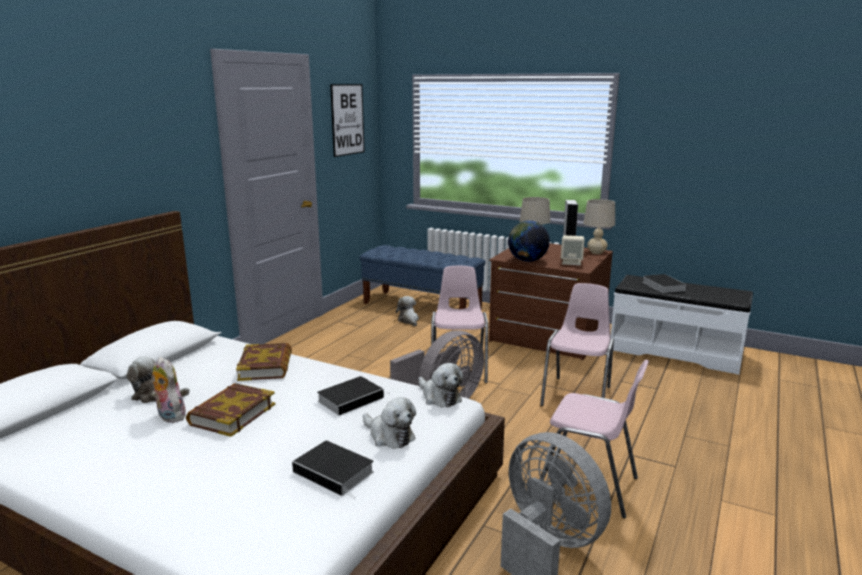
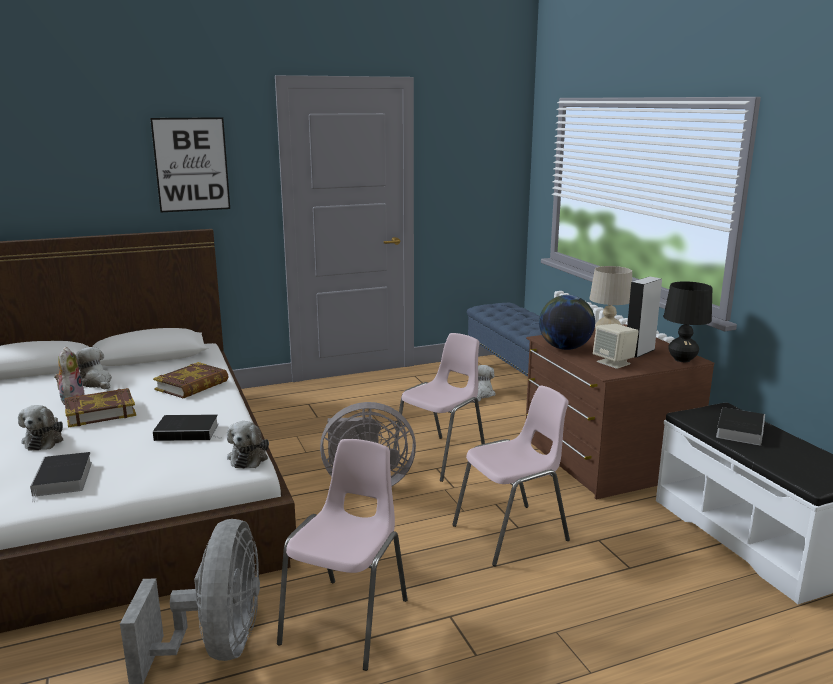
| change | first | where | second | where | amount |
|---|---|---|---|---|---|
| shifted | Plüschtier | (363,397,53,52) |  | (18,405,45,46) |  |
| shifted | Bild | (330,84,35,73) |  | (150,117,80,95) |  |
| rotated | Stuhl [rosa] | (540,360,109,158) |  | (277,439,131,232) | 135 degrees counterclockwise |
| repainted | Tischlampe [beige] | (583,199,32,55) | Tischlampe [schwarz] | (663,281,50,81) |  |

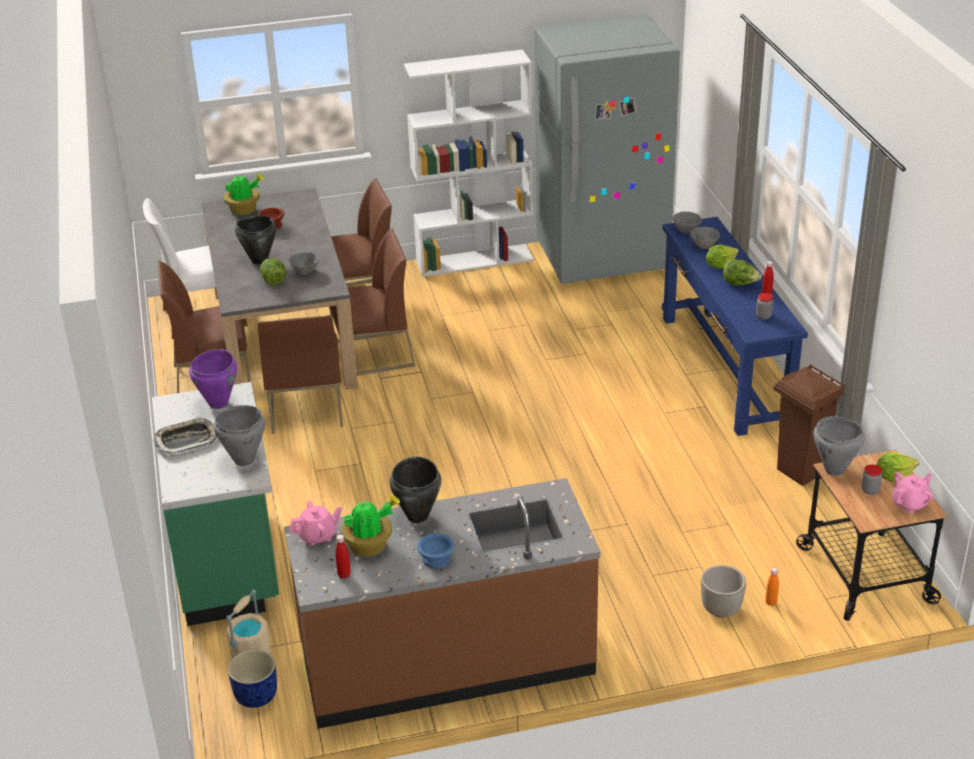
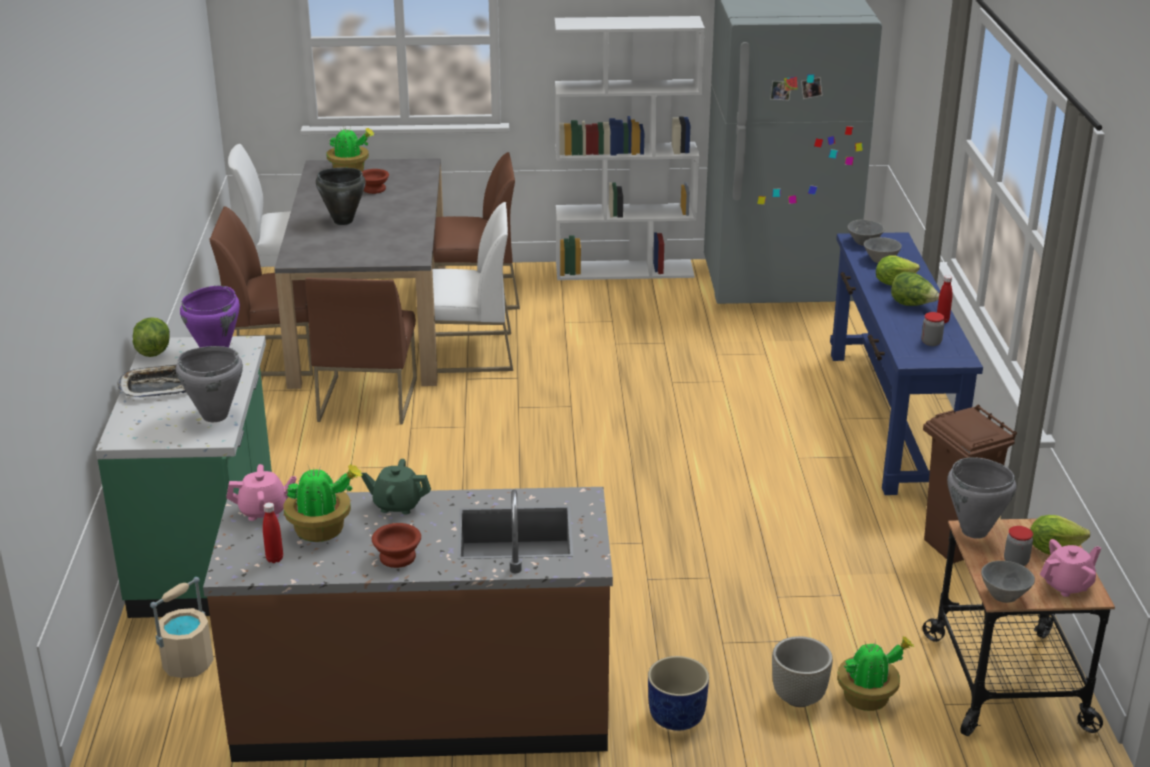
| change | first | where | second | where | amount |
|---|---|---|---|---|---|
| shifted | Salatkopf | (260,258,26,27) |  | (133,317,37,40) |  |
| swapped | Kochtopf [schwarz] | (389,457,52,66) | Teekanne [grün] | (361,459,70,56) |  |
| repainted | Schüssel [blau] | (417,533,37,35) | Schüssel [braun] | (372,523,49,45) |  |
| repainted | Stuhl [braun] | (329,229,86,147) | Stuhl [weiß] | (432,202,81,171) |  |
| shifted | Pflanzkübel [blau] | (228,650,49,58) |  | (648,656,61,75) |  |
| swapped | Flasche [orange] | (765,568,14,38) | Topfpflanze | (837,637,77,74) |  |
| shifted | Schüssel [grau] | (289,252,30,23) |  | (981,561,54,42) |  |

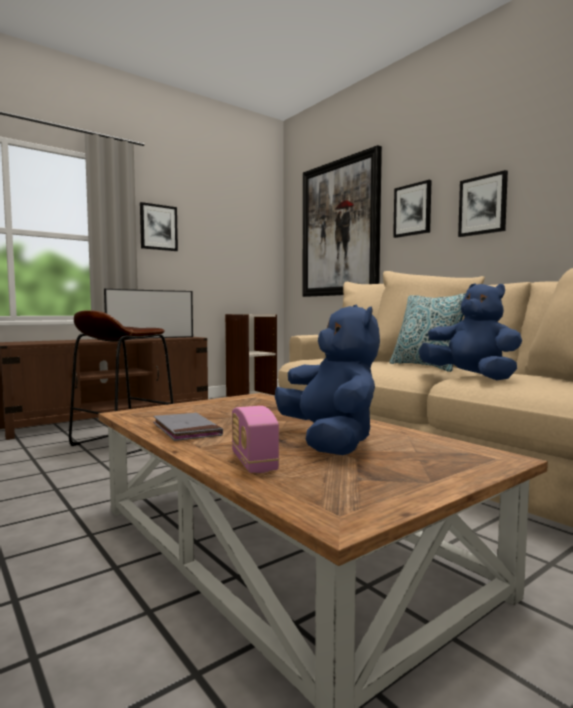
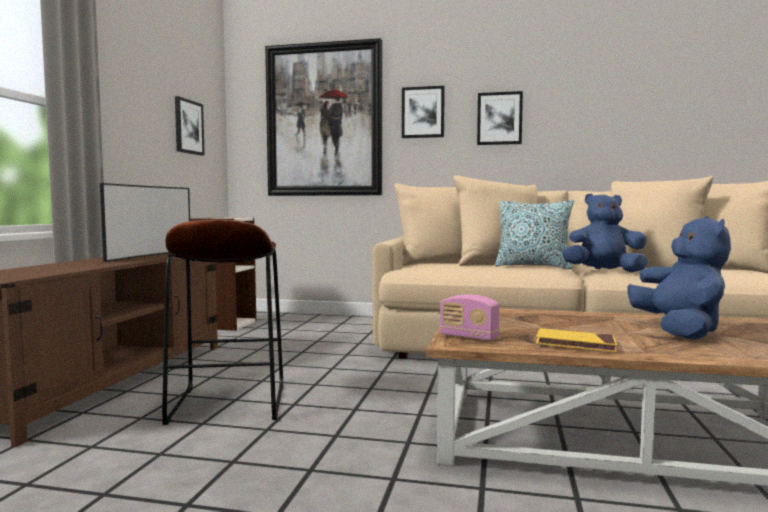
| change | first | where | second | where | amount |
|---|---|---|---|---|---|
| shifted | Bild | (140,202,38,49) |  | (175,96,30,60) |  |
| shifted | Radio | (232,406,47,67) |  | (440,294,59,47) |  |
| repainted | Buch [grau] | (153,413,70,28) | Buch [gelb] | (536,328,81,24) |  |
| rotated | Plüschtier [blau] | (275,304,105,151) |  | (627,216,104,123) | 60 degrees clockwise |

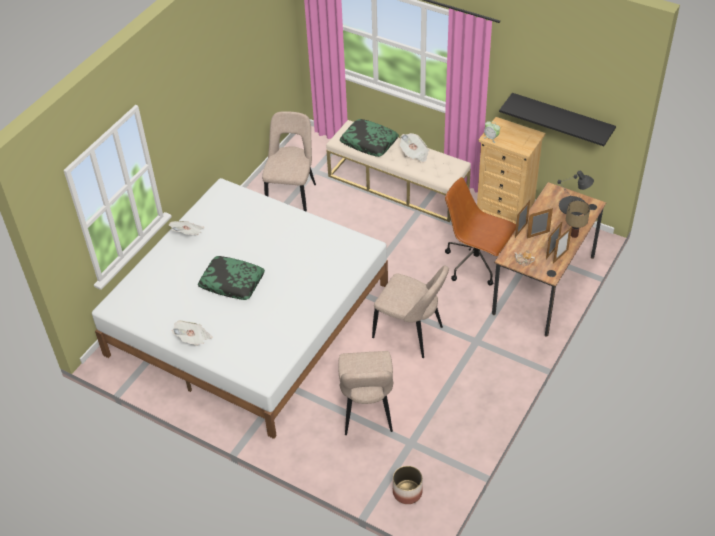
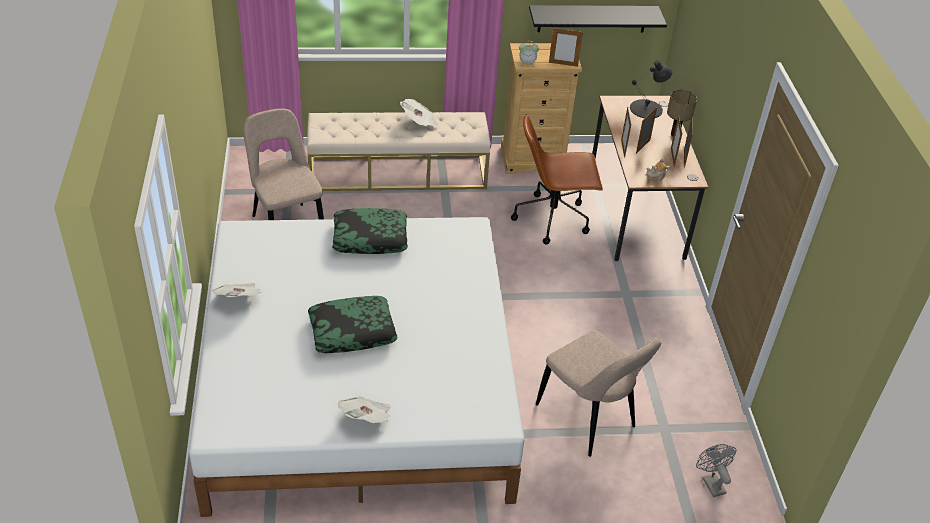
| change | first | where | second | where | amount |
|---|---|---|---|---|---|
| shifted | Kissen | (340,119,59,38) |  | (332,208,76,46) |  |
| new |  |  | Bilderrahmen | (549,28,34,39) |  |
| swapped | Pflanzkübel | (393,465,30,39) | Ventilator [grau] | (696,444,41,53) |  |
| gone | Stuhl [beige] | (372,266,77,92) |  |  |  |

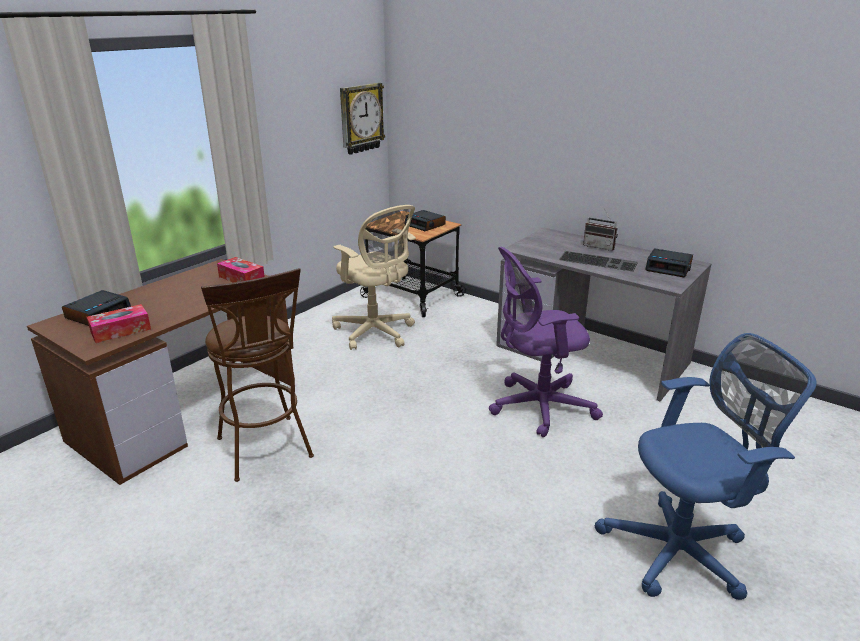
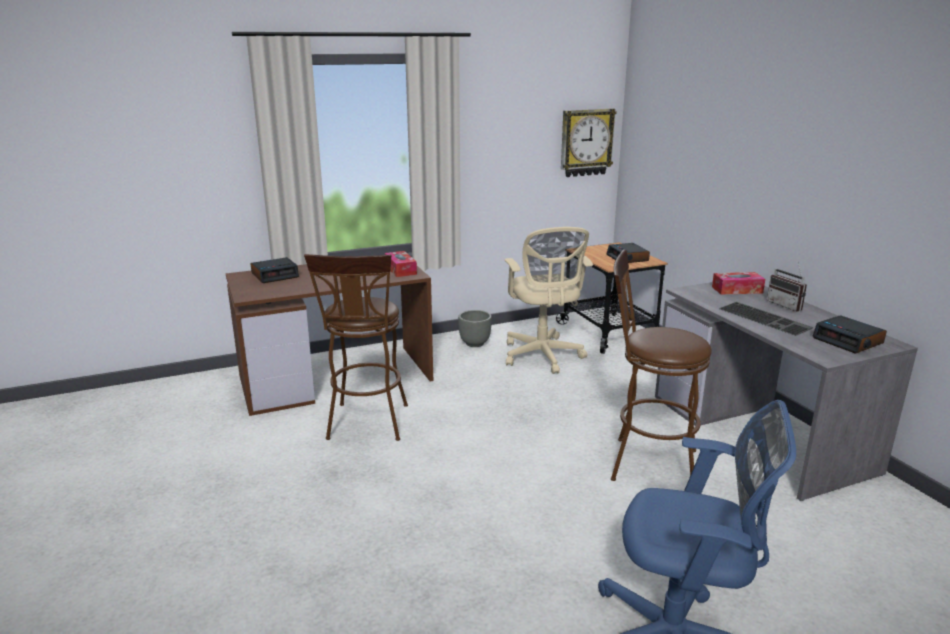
| change | first | where | second | where | amount |
|---|---|---|---|---|---|
| new |  |  | Pflanzkübel [grau] | (458,310,34,37) |  |
| swapped | Bürostuhl [lila] | (489,247,114,190) | Hocker [braun] | (611,250,101,231) |  |
| shifted | Taschentuchbox | (87,304,64,39) |  | (712,272,53,23) |  |

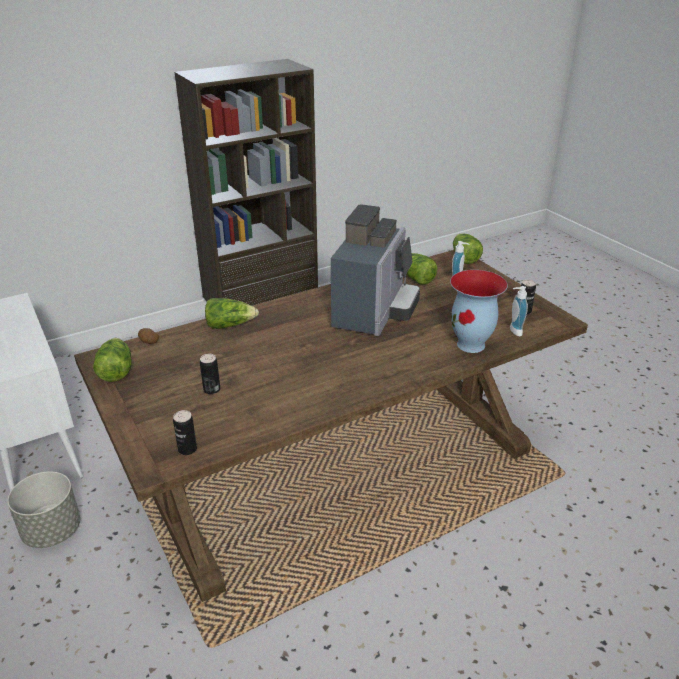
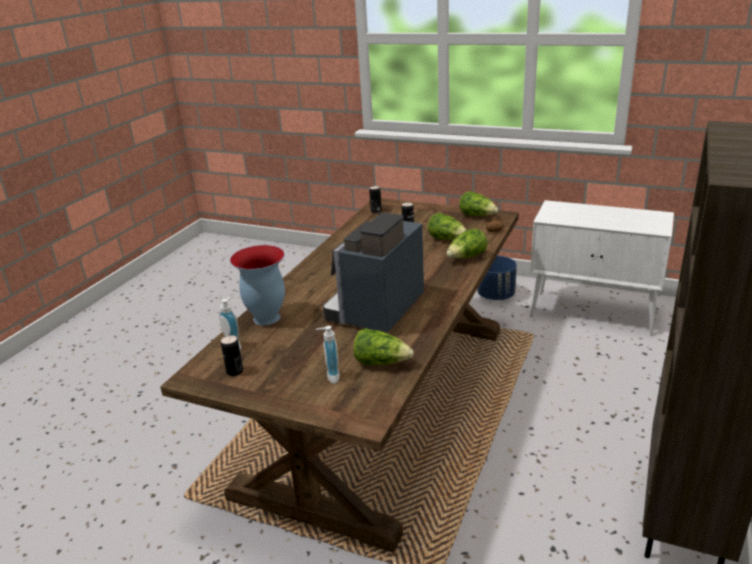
| change | first | where | second | where | amount |
|---|---|---|---|---|---|
| rotated | Kaffeemaschine | (331,204,89,132) |  | (323,212,101,121) | 45 degrees clockwise |
| shifted | Salatkopf | (453,234,30,30) |  | (428,213,39,27) |  |
| repainted | Pflanzkübel [grau] | (7,471,73,77) | Pflanzkübel [blau] | (477,256,40,44) |  |

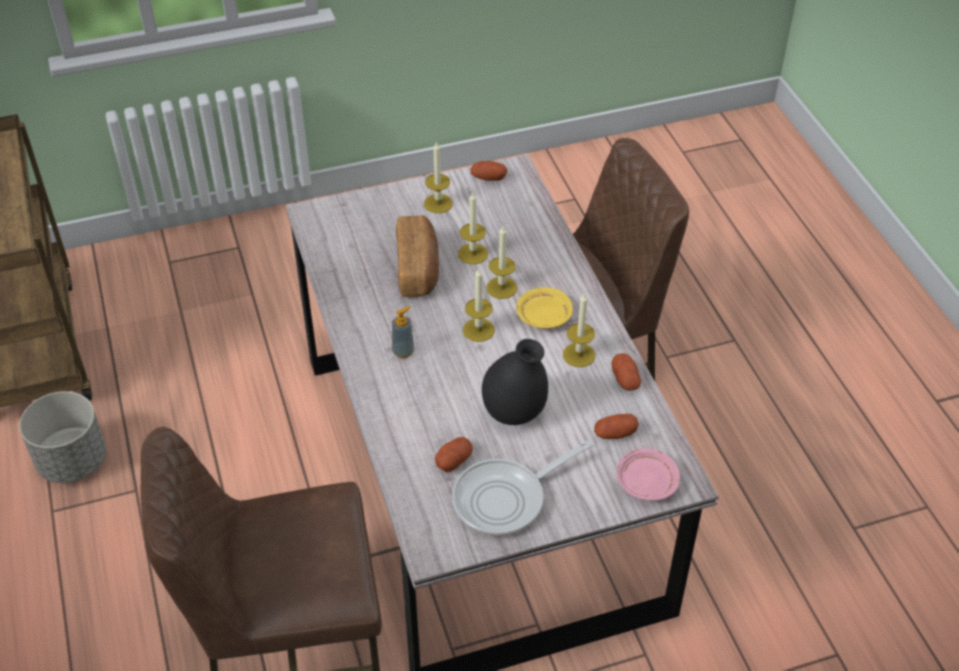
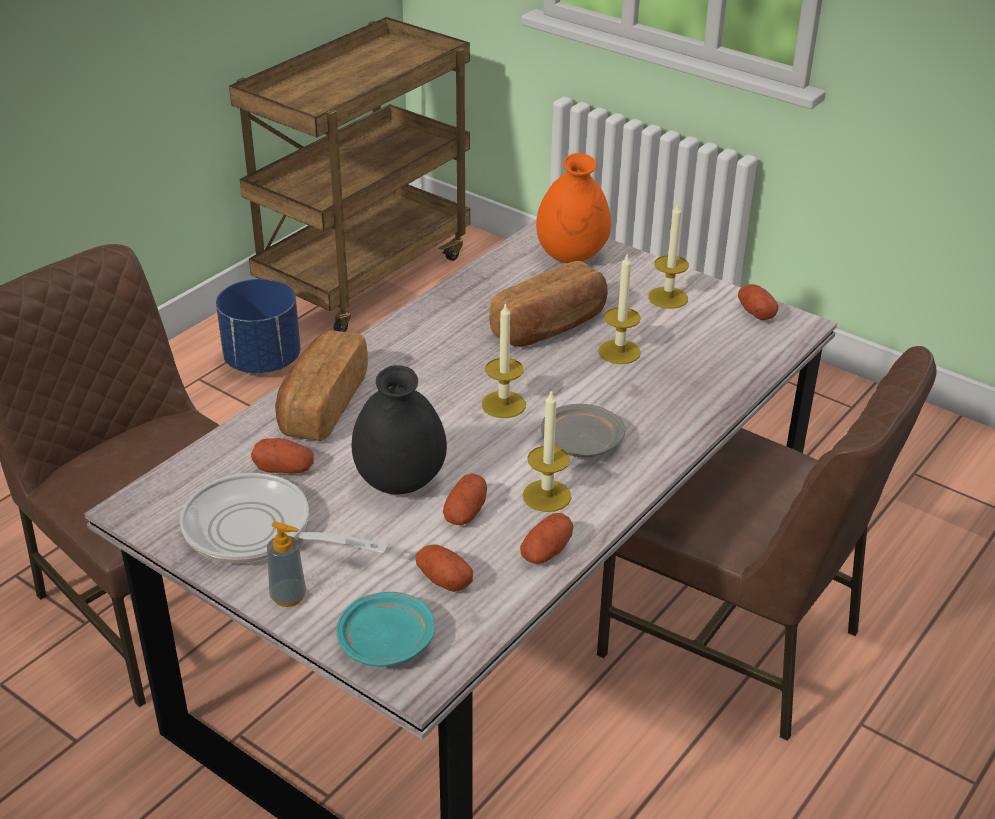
| change | first | where | second | where | amount |
|---|---|---|---|---|---|
| repainted | Pflanzkübel [grau] | (19,391,87,92) | Pflanzkübel [blau] | (216,279,85,94) |  |
| shifted | Seifenspender | (392,306,22,52) |  | (267,521,39,86) |  |
| new |  |  | Brot | (275,330,93,112) |  |
| repainted | Teller [rosa] | (617,448,63,53) | Teller [türkis] | (336,592,99,75) |  |
| new |  |  | Kartoffel | (443,473,44,52) |  |
| new |  |  | Vase [orange] | (536,153,75,110) |  |
| repainted | Teller [gelb] | (516,287,57,41) | Teller [grau] | (541,404,84,53) |  |
| gone | Kerze | (486,226,31,73) |  |  |  |

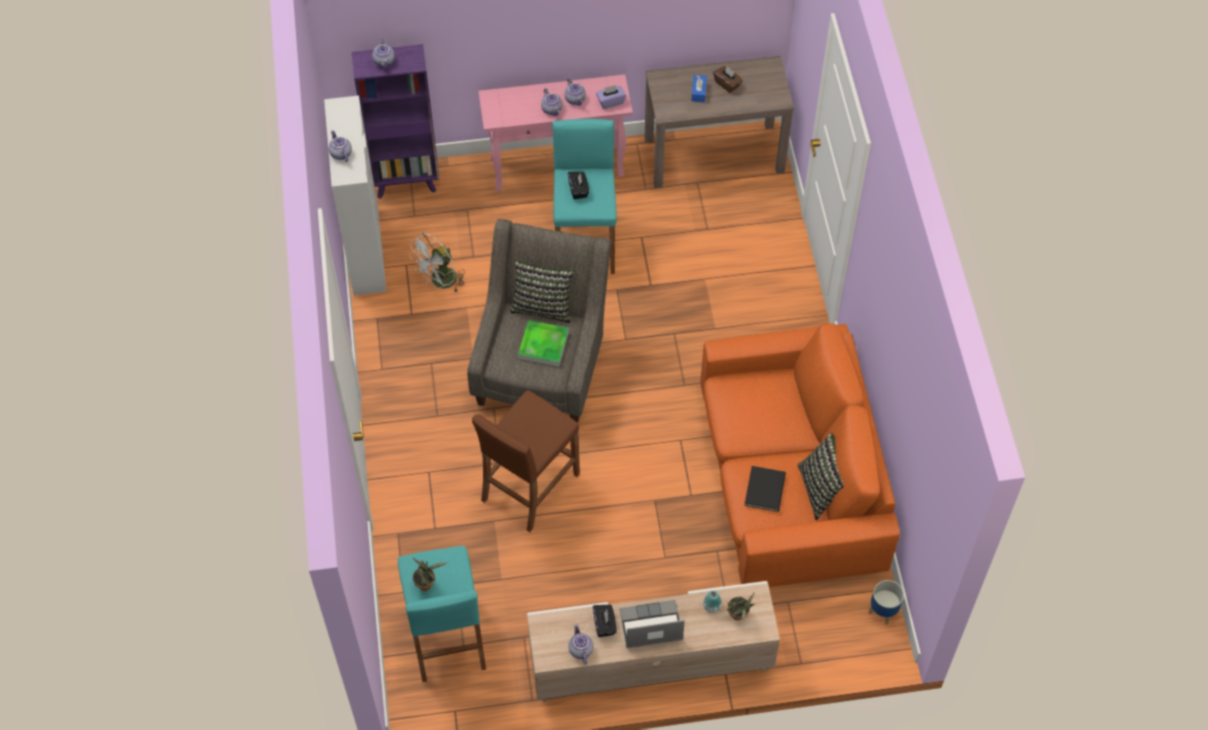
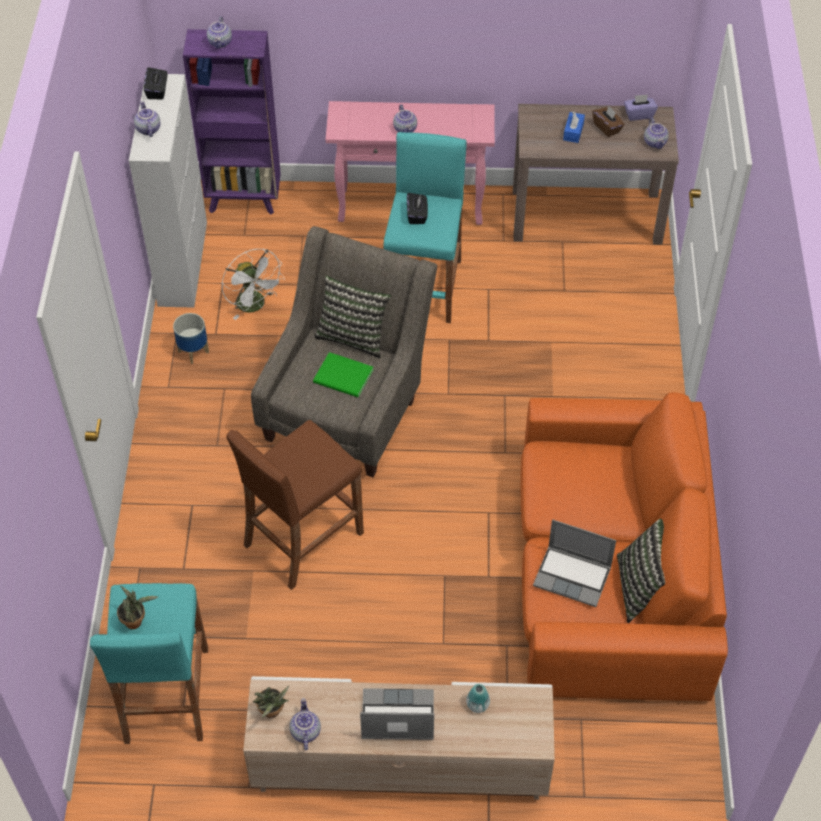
| change | first | where | second | where | amount |
|---|---|---|---|---|---|
| shifted | Taschentuchbox [schwarz] | (593,605,23,32) |  | (144,67,23,32) |  |
| shifted | Pflanzkübel | (869,580,35,45) |  | (173,313,36,51) |  |
| rotated | Ventilator [weiß] | (409,233,56,59) |  | (221,249,64,71) | 90 degrees counterclockwise |
| shifted | Topfpflanze | (727,593,28,28) |  | (253,685,36,33) |  |
| swapped | Tablett | (518,320,51,47) | Buch [grün] | (313,352,60,45) |  |
| swapped | Buch [schwarz] | (744,466,42,46) | Laptop | (533,519,83,88) |  |
| shifted | Taschentuchbox [lila] | (596,85,30,24) |  | (624,94,34,27) |  |
| shifted | Teekanne | (564,78,22,28) |  | (644,117,25,32) |  |

